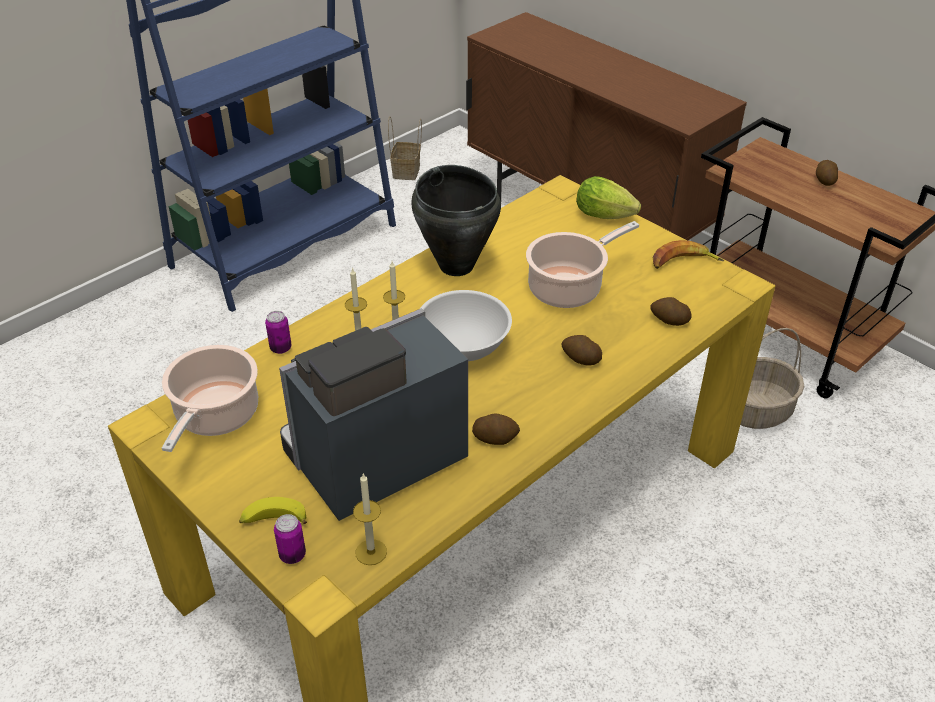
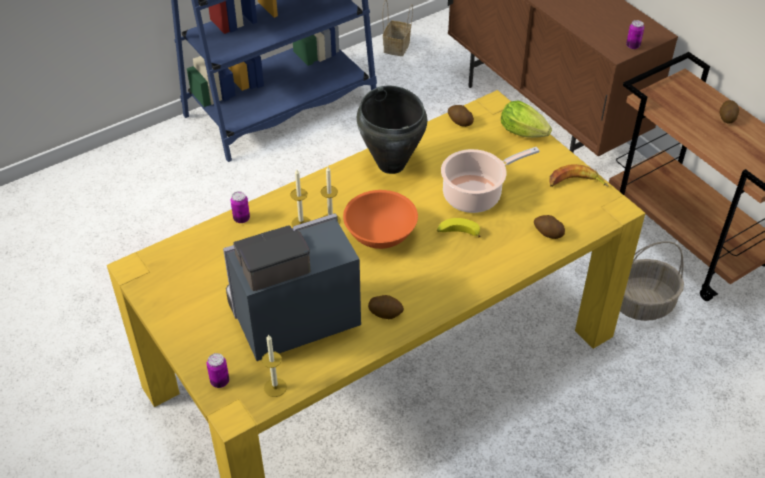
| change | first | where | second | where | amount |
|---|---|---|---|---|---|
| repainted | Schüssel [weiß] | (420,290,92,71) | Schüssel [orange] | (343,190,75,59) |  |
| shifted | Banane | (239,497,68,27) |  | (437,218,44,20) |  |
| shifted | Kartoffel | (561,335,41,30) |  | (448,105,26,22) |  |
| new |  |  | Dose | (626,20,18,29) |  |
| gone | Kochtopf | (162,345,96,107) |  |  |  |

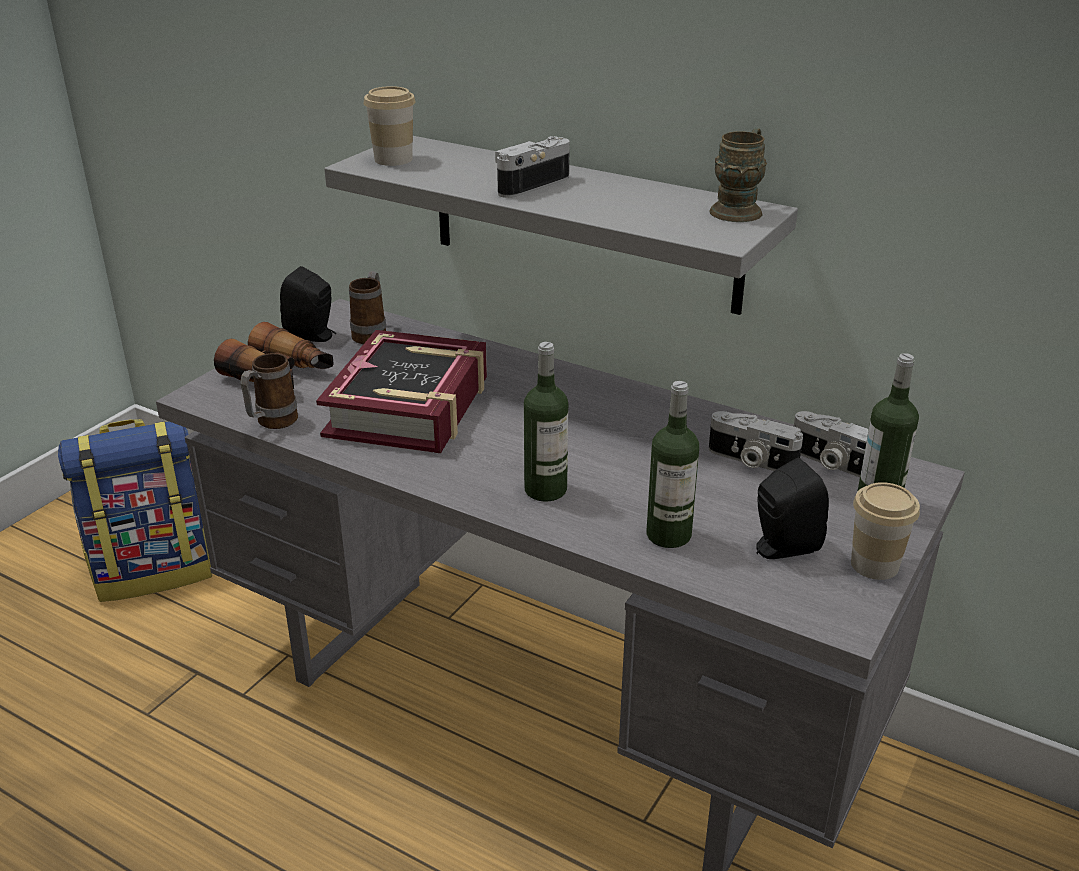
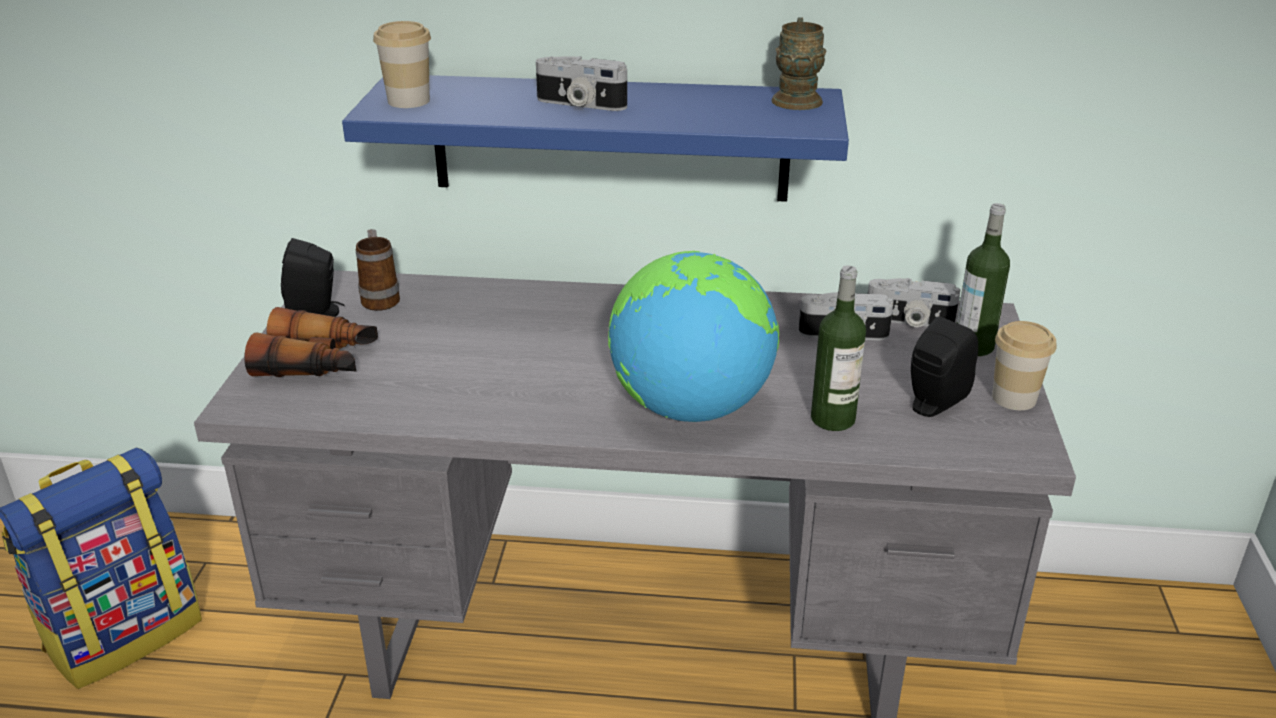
| change | first | where | second | where | amount |
|---|---|---|---|---|---|
| repainted | Wandregal [grau] | (324,136,474,179) | Wandregal [blau] | (342,75,507,127) |  |
| rotated | Kamera | (495,136,75,62) |  | (536,56,91,55) | 90 degrees counterclockwise |
| swapped | Flasche | (524,342,44,160) | Globus | (608,251,171,171) |  |
| gone | Henkelbecher | (240,353,58,76) |  |  |  |
| gone | Buch | (316,330,171,123) |  |  |  |

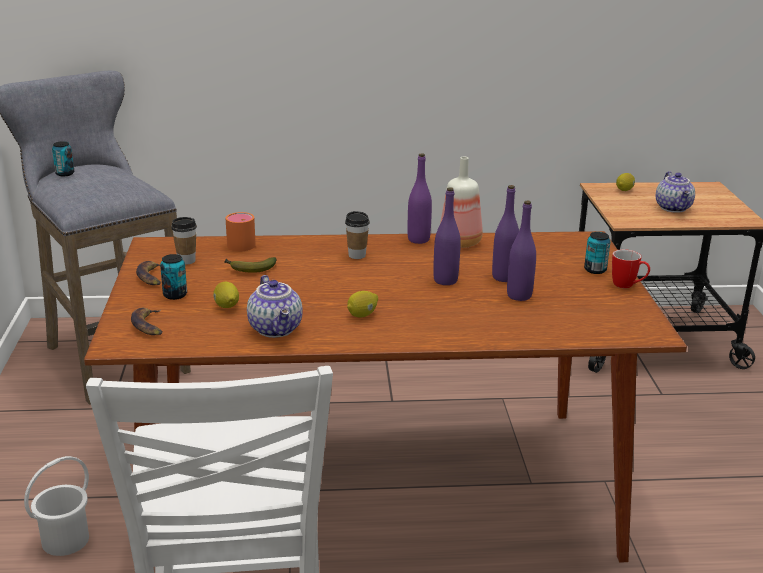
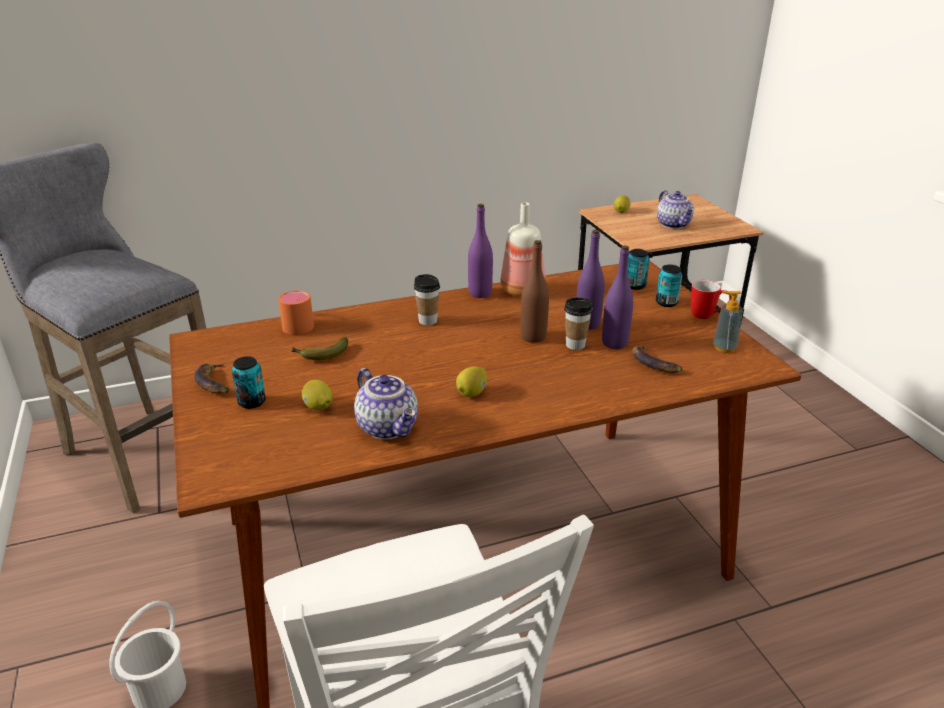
| change | first | where | second | where | amount |
|---|---|---|---|---|---|
| repainted | Flasche [lila] | (433,187,28,98) | Flasche [braun] | (520,240,29,103) |  |
| shifted | Tasse | (171,217,26,48) |  | (564,298,29,52) |  |
| shifted | Dose | (52,141,22,35) |  | (628,249,22,41) |  |
| shifted | Banane | (131,308,31,27) |  | (632,346,51,27) |  |
| new |  |  | Seifenspender | (713,291,30,62) |  |

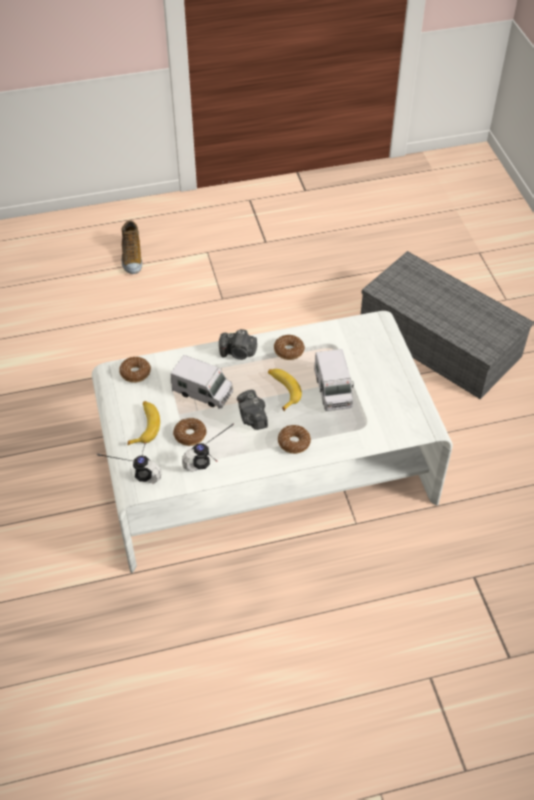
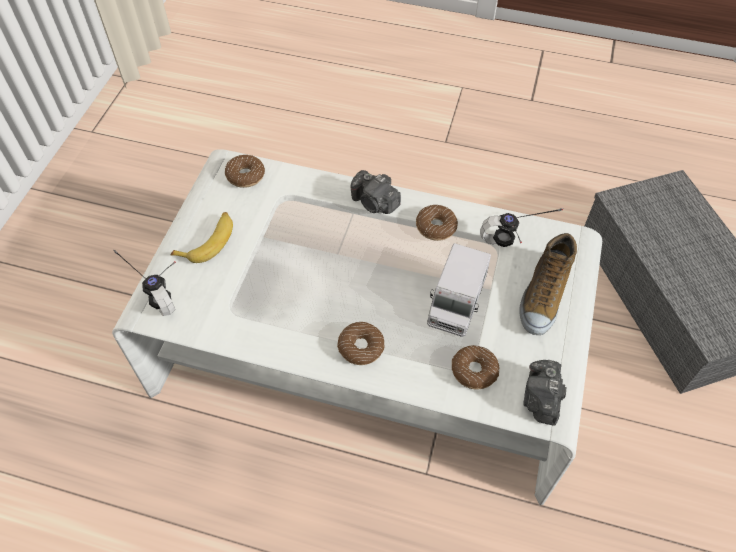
| change | first | where | second | where | amount |
|---|---|---|---|---|---|
| shifted | Donut | (173,418,34,28) |  | (452,345,47,44) |  |
| shifted | Kopfhörer | (182,423,52,49) |  | (480,208,83,39) |  |
| shifted | Schuh | (121,220,21,54) |  | (520,233,57,102) |  |
| shifted | Kamera | (237,390,31,40) |  | (523,360,44,66) |  |
| gone | Spielzeuglaster | (171,355,62,54) |  |  |  |
| gone | Banane | (268,369,34,42) |  |  |  |

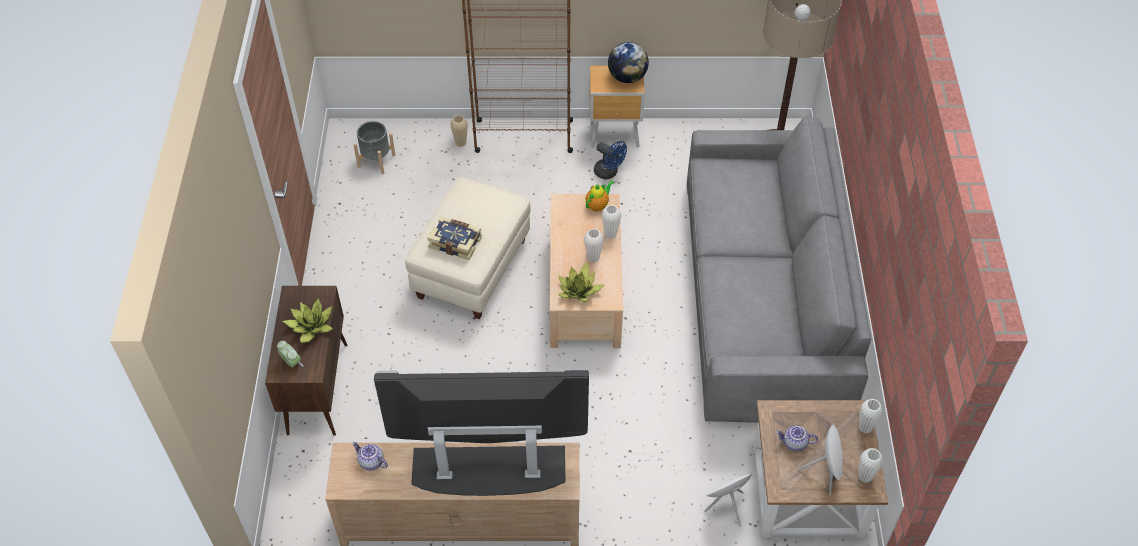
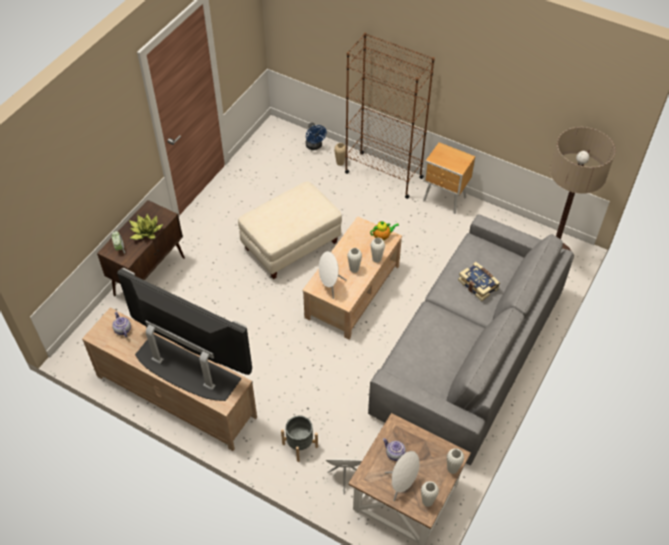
| change | first | where | second | where | amount |
|---|---|---|---|---|---|
| shifted | Pflanzkübel [grau] | (354,121,41,53) |  | (281,416,37,46) |  |
| shifted | Ventilator [blau] | (594,141,33,38) |  | (306,123,21,27) |  |
| swapped | Topfpflanze | (558,262,46,40) | Lautsprecher [weiß] | (319,251,28,48) |  |
| shifted | Buch | (427,217,55,43) |  | (458,262,42,39) |  |
| gone | Globus | (608,42,41,41) |  |  |  |

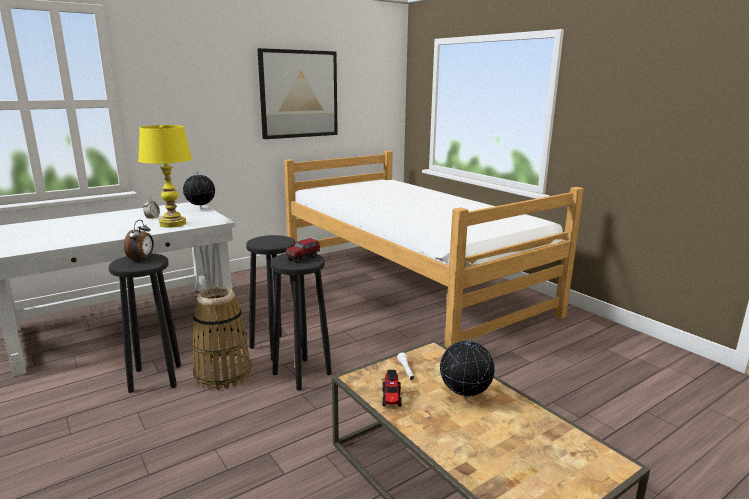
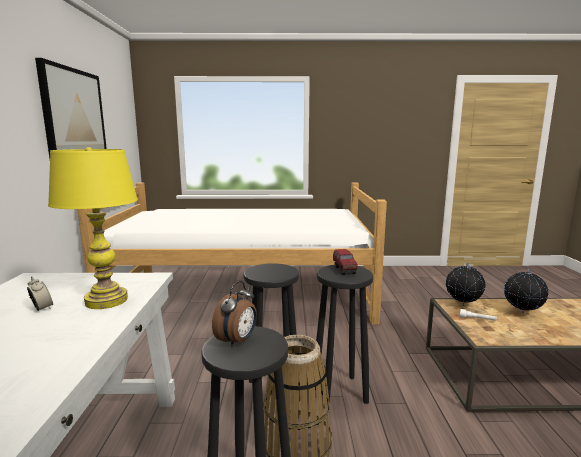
| change | first | where | second | where | amount |
|---|---|---|---|---|---|
| rotated | Wecker | (124,220,30,42) |  | (212,281,45,66) | 75 degrees clockwise |
| shifted | Globus | (183,171,32,37) |  | (445,262,41,44) |  |
| gone | Spielzeuglaster | (382,370,20,37) |  |  |  |

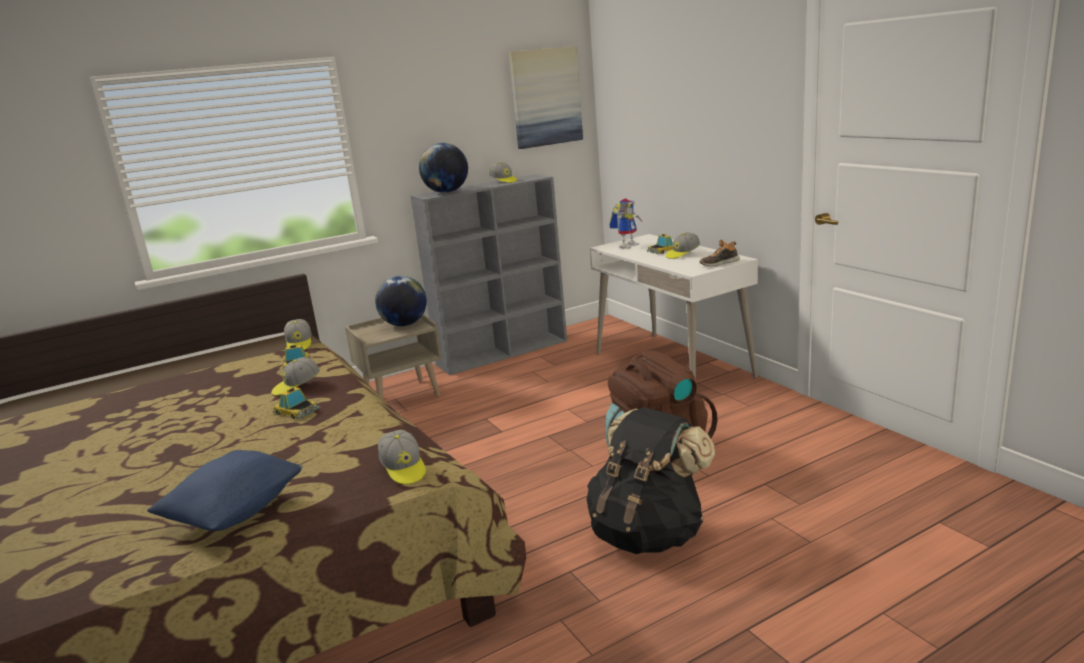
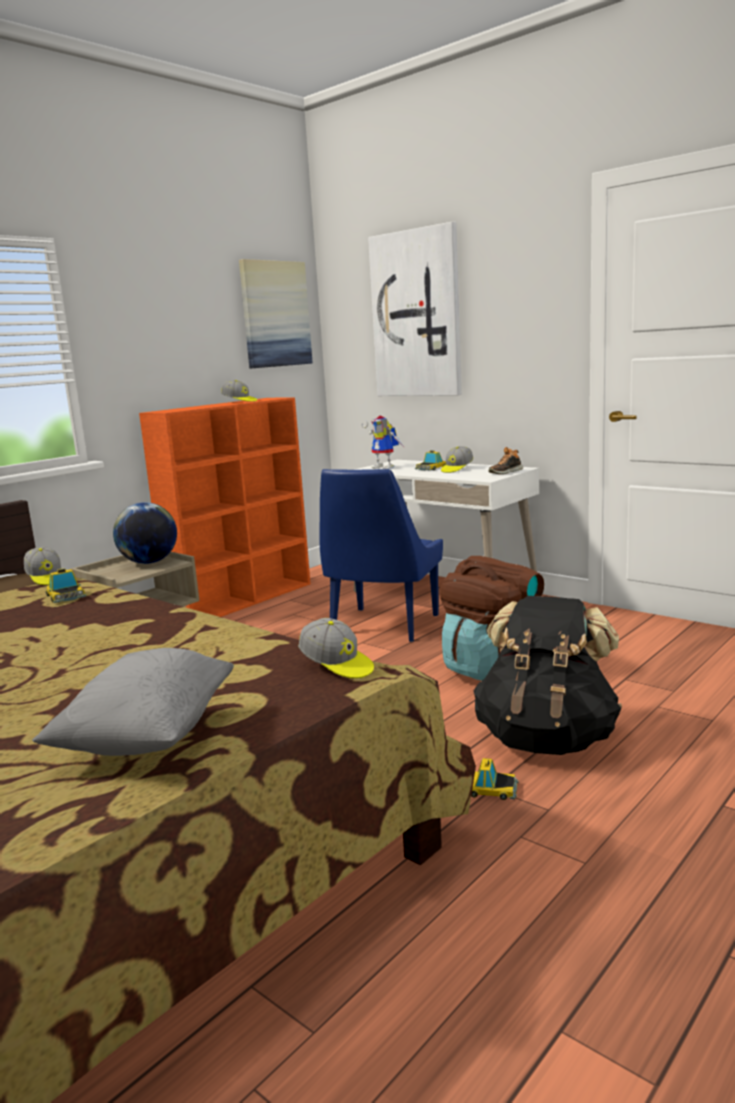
| change | first | where | second | where | amount |
|---|---|---|---|---|---|
| repainted | Kissen [blau] | (147,450,156,81) | Kissen [grau] | (32,648,202,108) |  |
| repainted | Bücherregal [grau] | (411,174,156,201) | Bücherregal [orange] | (139,397,172,220) |  |
| new |  |  | Stuhl [blau] | (319,469,124,173) |  |
| rotated | Spielzeugroboter | (610,198,32,51) |  | (361,415,44,54) | 105 degrees clockwise |
| new |  |  | Bild | (368,221,94,175) |  |
| shifted | Spielzeugauto | (273,387,48,32) |  | (471,758,48,42) |  |
| gone | Kappe | (271,357,49,39) |  |  |  |
| gone | Globus | (419,143,49,50) |  |  |  |

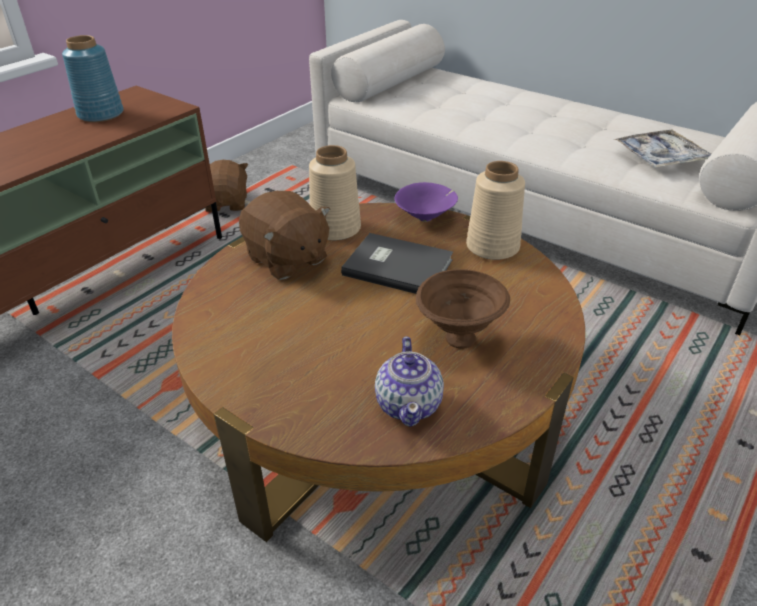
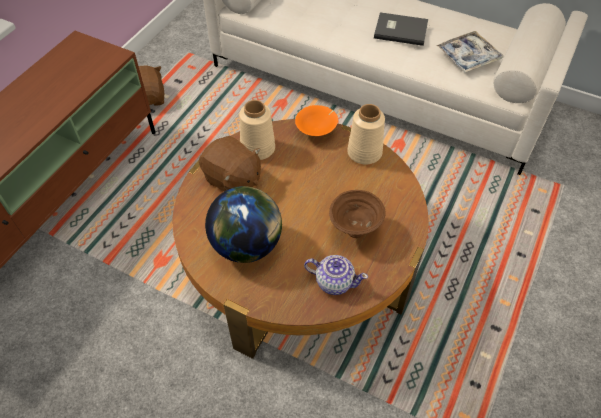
| change | first | where | second | where | amount |
|---|---|---|---|---|---|
| new |  |  | Globus | (205,186,77,77) |  |
| repainted | Schüssel [lila] | (394,182,64,40) | Schüssel [orange] | (295,105,43,31) |  |
| rotated | Teekanne | (375,337,69,90) |  | (304,255,64,40) | 60 degrees counterclockwise |
| shifted | Buch [grau] | (341,233,112,61) |  | (374,12,54,34) |  |
| gone | Vase [blau] | (62,35,62,87) |  |  |  |

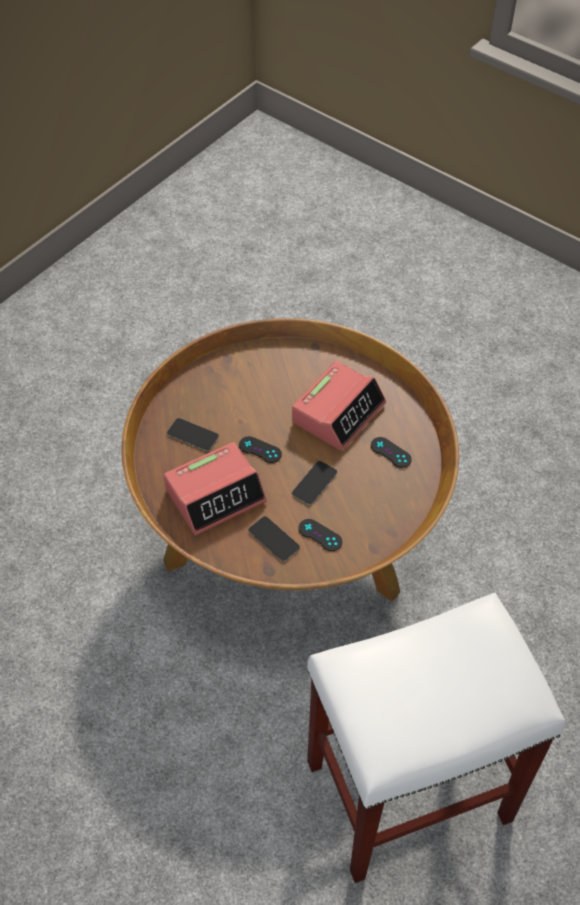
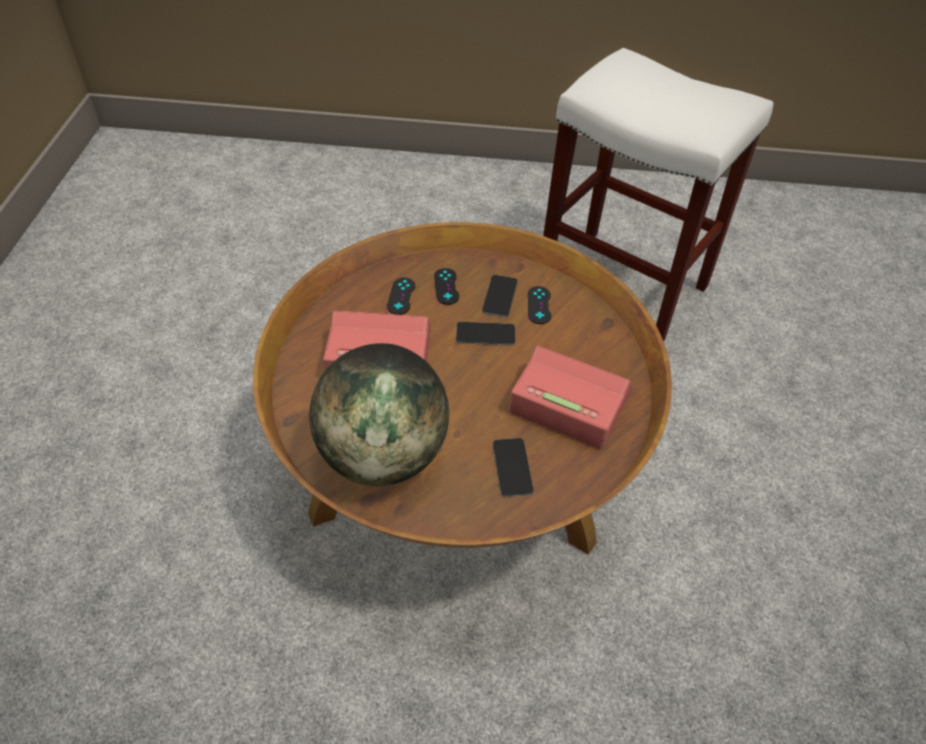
| change | first | where | second | where | amount |
|---|---|---|---|---|---|
| new |  |  | Globus | (309,343,140,143) |  |
| shifted | Gamepad [schwarz] | (239,436,43,27) |  | (434,268,25,37) |  |
| shifted | Handy | (249,516,51,46) |  | (482,275,36,42) |  |

